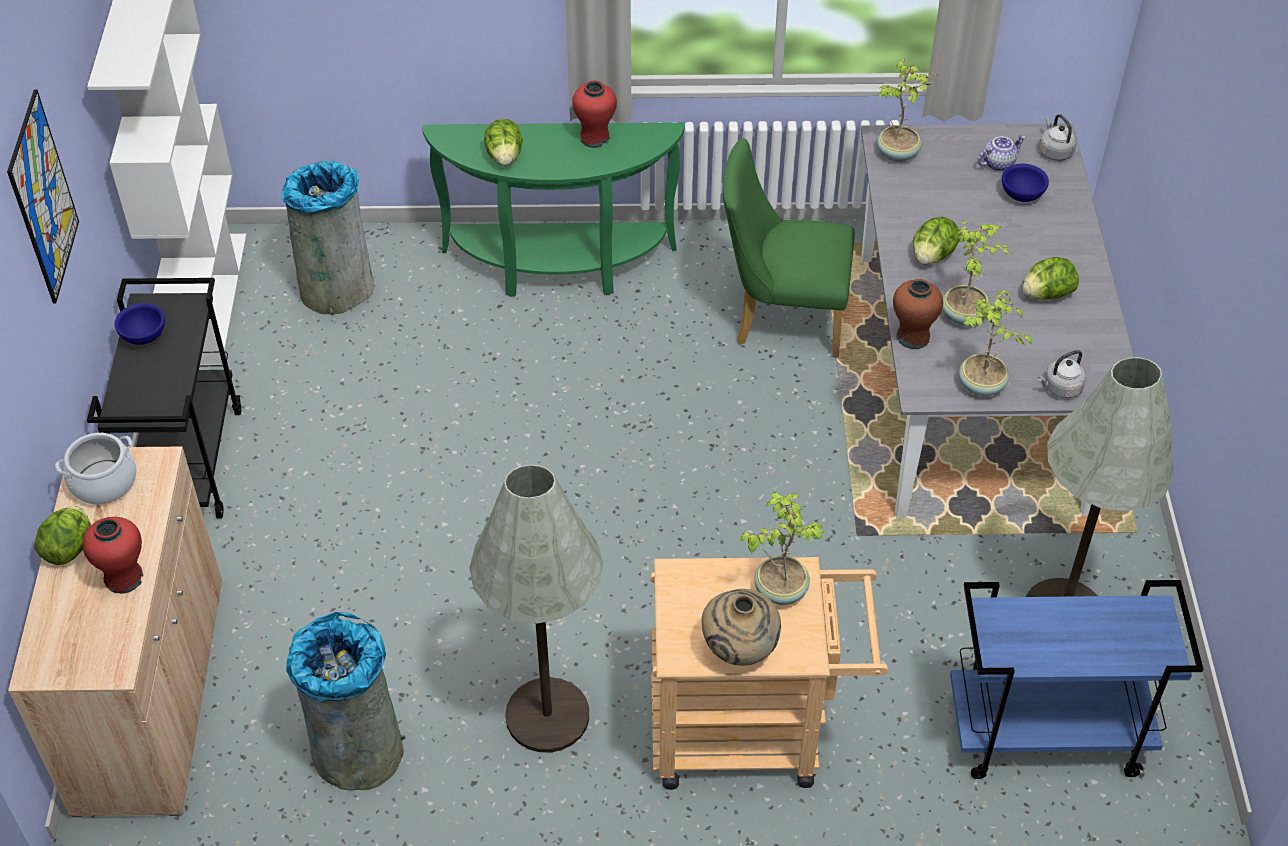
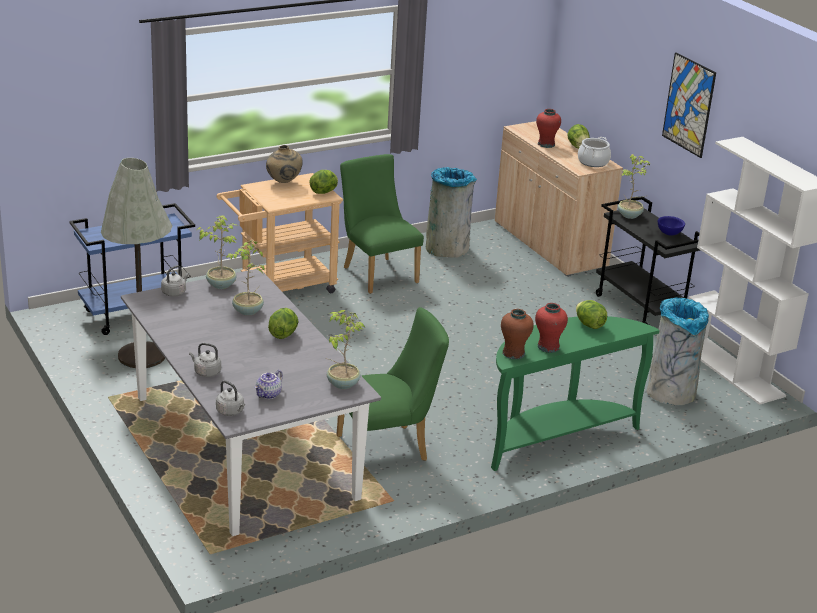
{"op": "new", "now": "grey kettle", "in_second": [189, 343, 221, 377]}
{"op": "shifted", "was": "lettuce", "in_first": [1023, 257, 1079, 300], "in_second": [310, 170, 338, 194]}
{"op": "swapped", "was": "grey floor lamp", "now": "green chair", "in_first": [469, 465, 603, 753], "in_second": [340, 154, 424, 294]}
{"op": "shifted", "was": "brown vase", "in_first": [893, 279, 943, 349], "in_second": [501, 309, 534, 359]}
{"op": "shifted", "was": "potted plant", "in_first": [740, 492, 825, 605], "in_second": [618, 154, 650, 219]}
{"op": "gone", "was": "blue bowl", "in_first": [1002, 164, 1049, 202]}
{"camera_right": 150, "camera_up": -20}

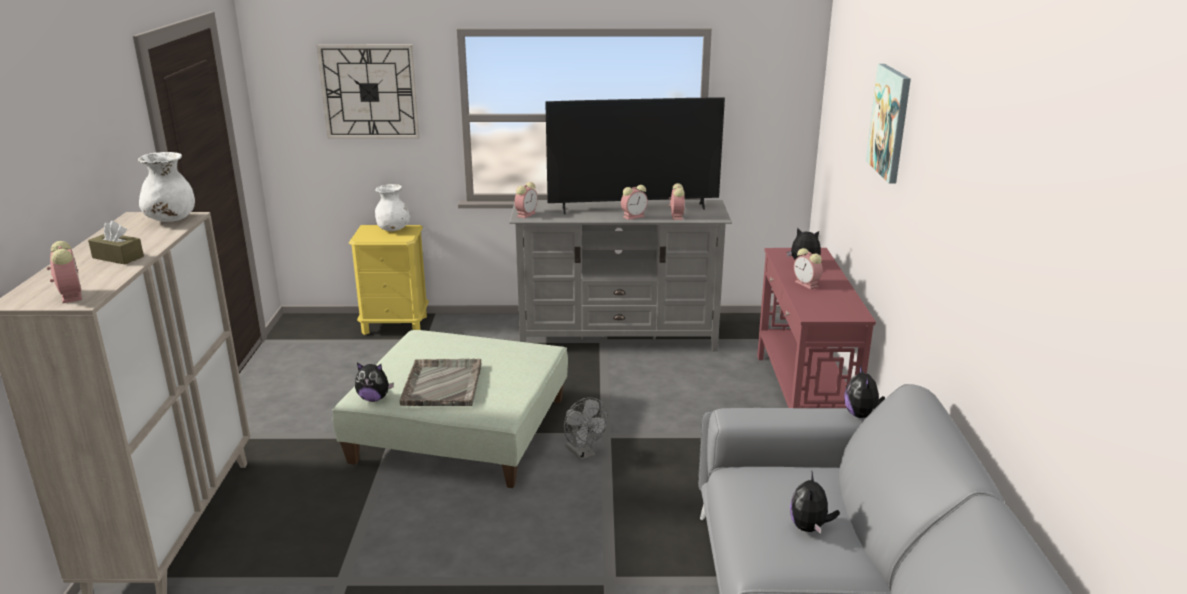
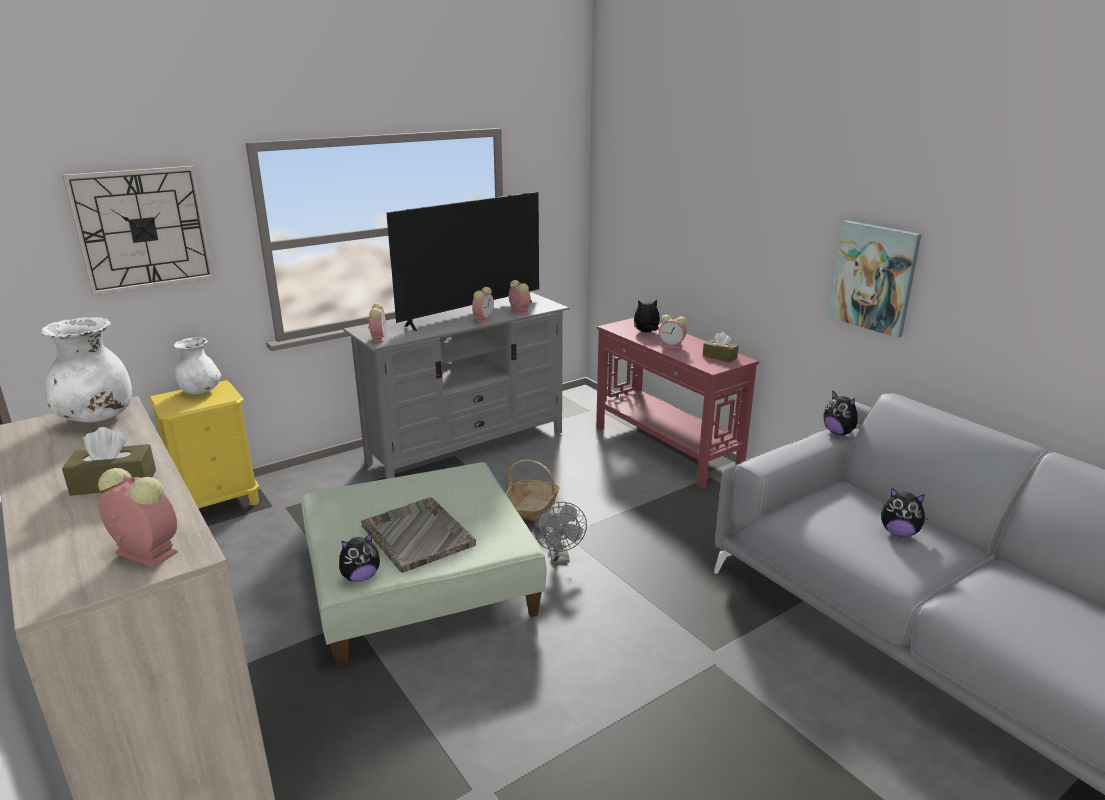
{"op": "new", "now": "basket", "in_second": [506, 459, 560, 522]}
{"op": "rotated", "was": "grey fan", "in_first": [564, 397, 608, 460], "in_second": [534, 502, 587, 564], "clockwise": 60}
{"op": "new", "now": "brown tissue box", "in_second": [703, 332, 739, 362]}
{"op": "shifted", "was": "picture", "in_first": [866, 64, 911, 183], "in_second": [828, 220, 922, 338]}
{"op": "rotated", "was": "plush toy", "in_first": [790, 470, 840, 534], "in_second": [881, 488, 928, 537], "clockwise": -45}
{"camera_right": -35, "camera_up": 0}

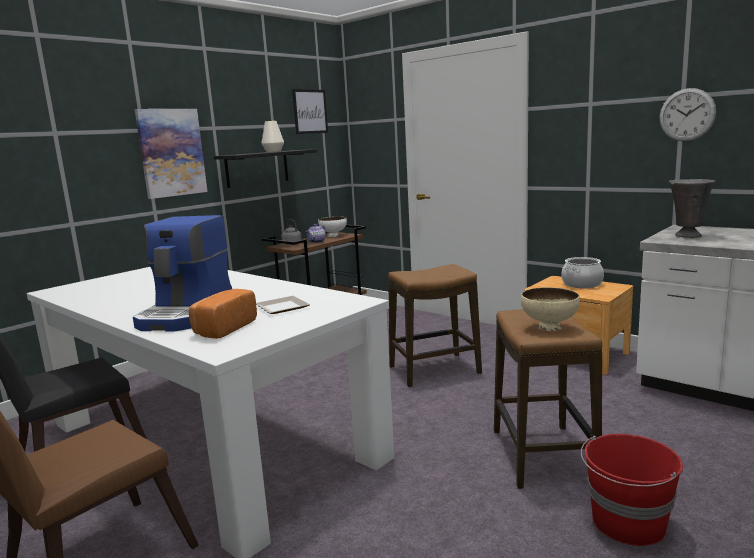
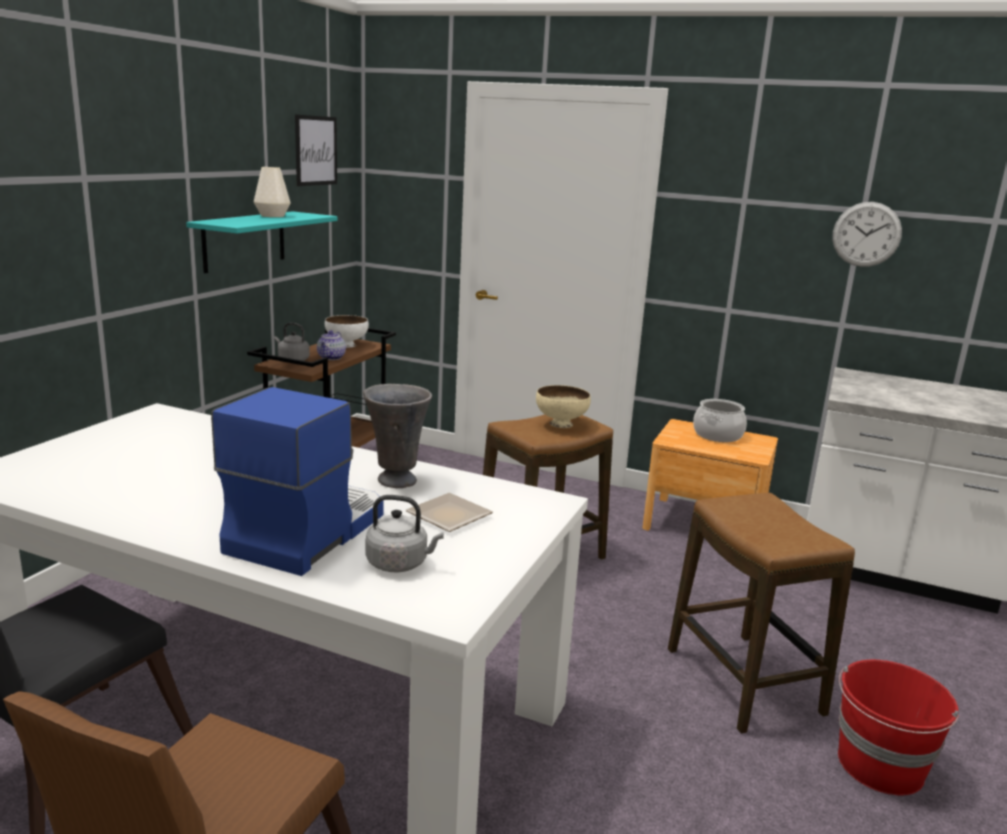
{"op": "repainted", "was": "black shelf", "now": "turquoise shelf", "in_first": [213, 149, 317, 188], "in_second": [186, 211, 337, 273]}
{"op": "rotated", "was": "coffee machine", "in_first": [133, 215, 232, 331], "in_second": [211, 387, 384, 576], "clockwise": -150}
{"op": "shifted", "was": "grey vase", "in_first": [669, 179, 715, 238], "in_second": [363, 384, 432, 488]}
{"op": "swapped", "was": "bread", "now": "grey kettle", "in_first": [189, 289, 257, 339], "in_second": [366, 495, 444, 572]}
{"op": "shifted", "was": "beige bowl", "in_first": [521, 287, 580, 331], "in_second": [536, 385, 591, 428]}
{"op": "gone", "was": "picture", "in_first": [135, 109, 208, 199]}
{"camera_right": -20, "camera_up": 5}

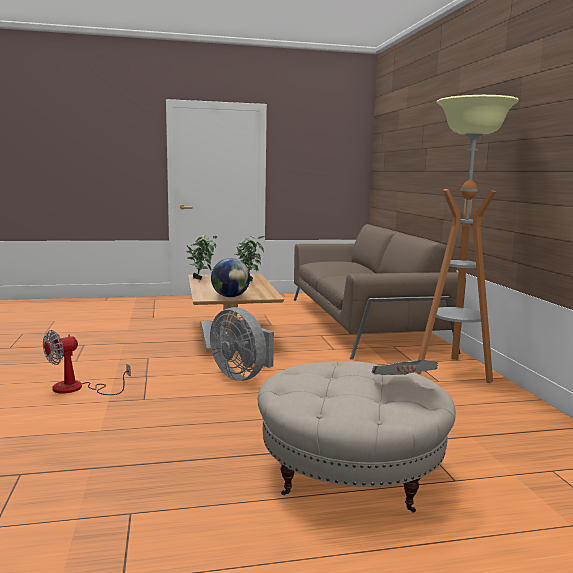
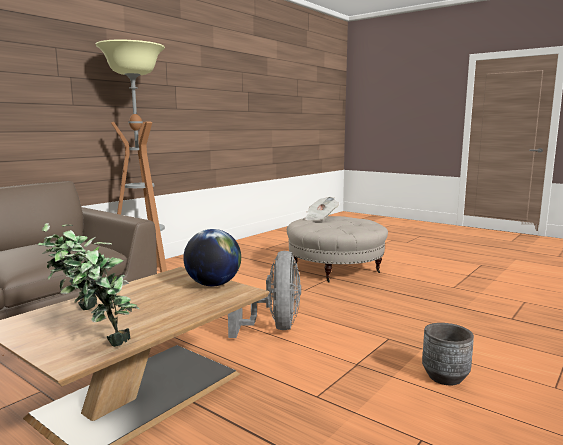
{"op": "swapped", "was": "fan", "now": "grey planter", "in_first": [43, 330, 131, 395], "in_second": [422, 323, 474, 385]}
{"camera_right": -130, "camera_up": 0}

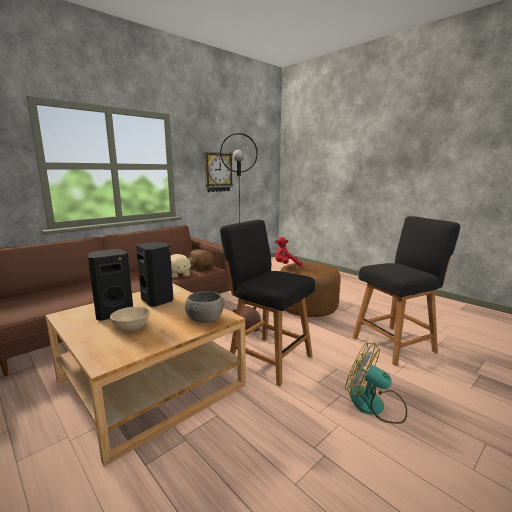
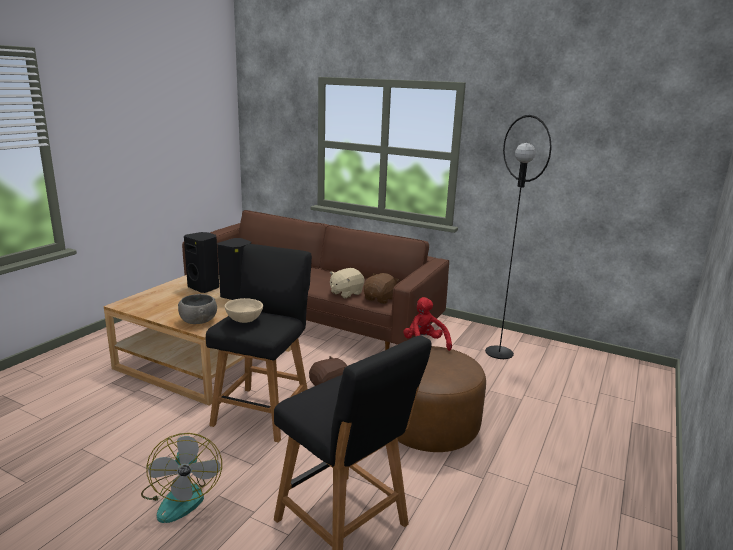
{"op": "rotated", "was": "fan", "in_first": [345, 343, 407, 424], "in_second": [141, 433, 222, 523], "clockwise": 150}
{"op": "shifted", "was": "beige bowl", "in_first": [110, 307, 150, 331], "in_second": [225, 298, 263, 323]}
{"op": "gone", "was": "wall clock", "in_first": [203, 151, 233, 192]}
{"camera_right": 70, "camera_up": 5}

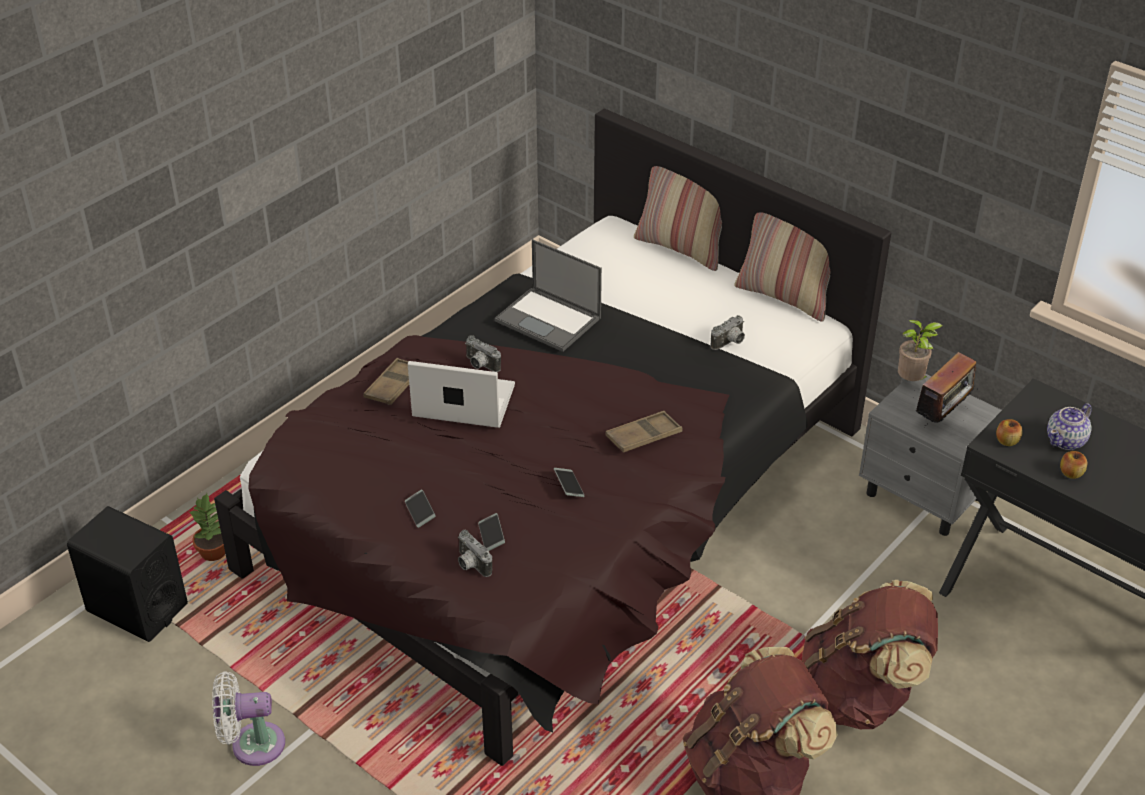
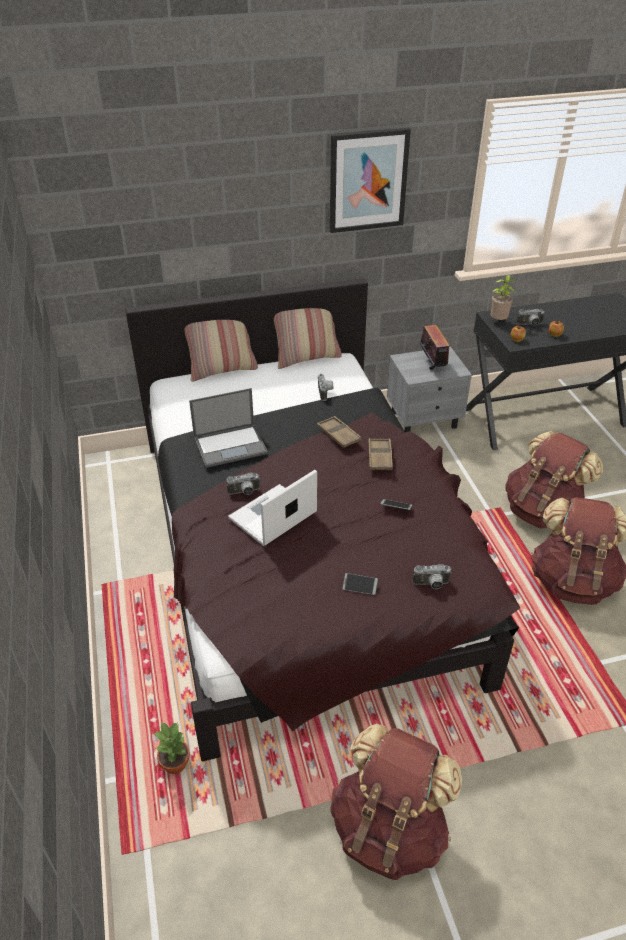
{"op": "shifted", "was": "brown tray", "in_first": [363, 358, 409, 405], "in_second": [317, 416, 362, 448]}
{"op": "new", "now": "picture", "in_second": [330, 128, 411, 233]}
{"op": "swapped", "was": "white fan", "now": "brown backpack", "in_first": [212, 671, 285, 766], "in_second": [330, 724, 462, 880]}
{"op": "shifted", "was": "potted plant", "in_first": [898, 320, 943, 381], "in_second": [491, 275, 516, 320]}
{"op": "swapped", "was": "teapot", "now": "photo camera", "in_first": [1047, 403, 1092, 450], "in_second": [516, 309, 545, 325]}
{"op": "gone", "was": "black speaker", "in_first": [67, 506, 188, 642]}
{"op": "gone", "was": "phone", "in_first": [478, 513, 505, 551]}
{"camera_right": -55, "camera_up": 0}

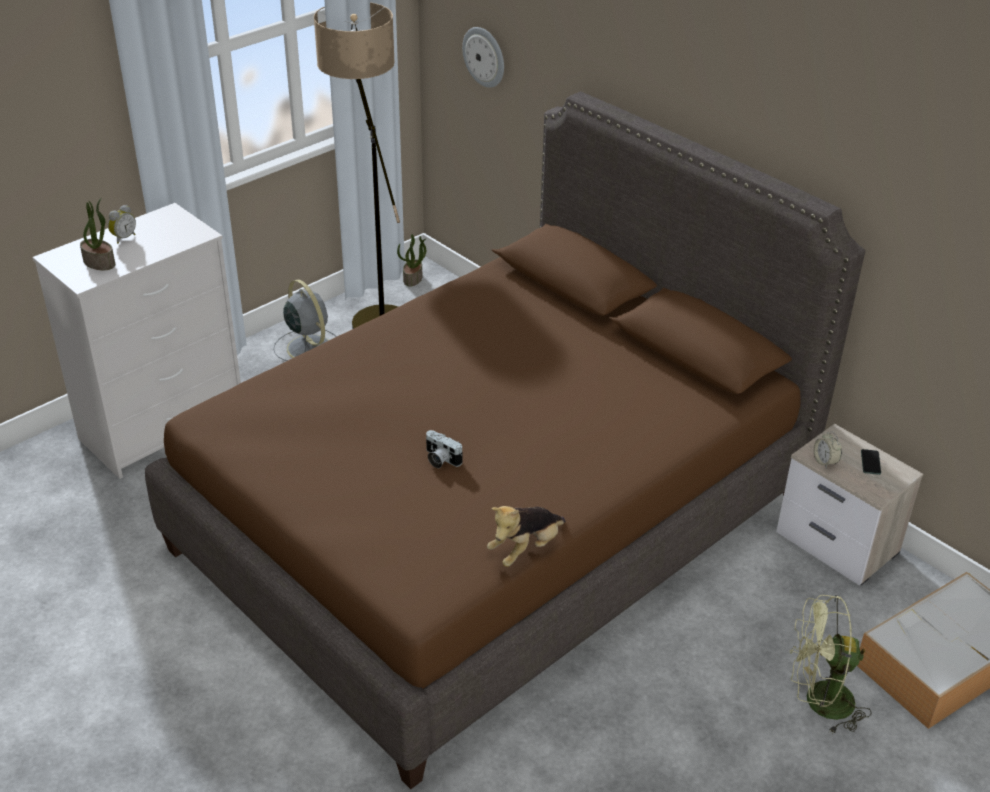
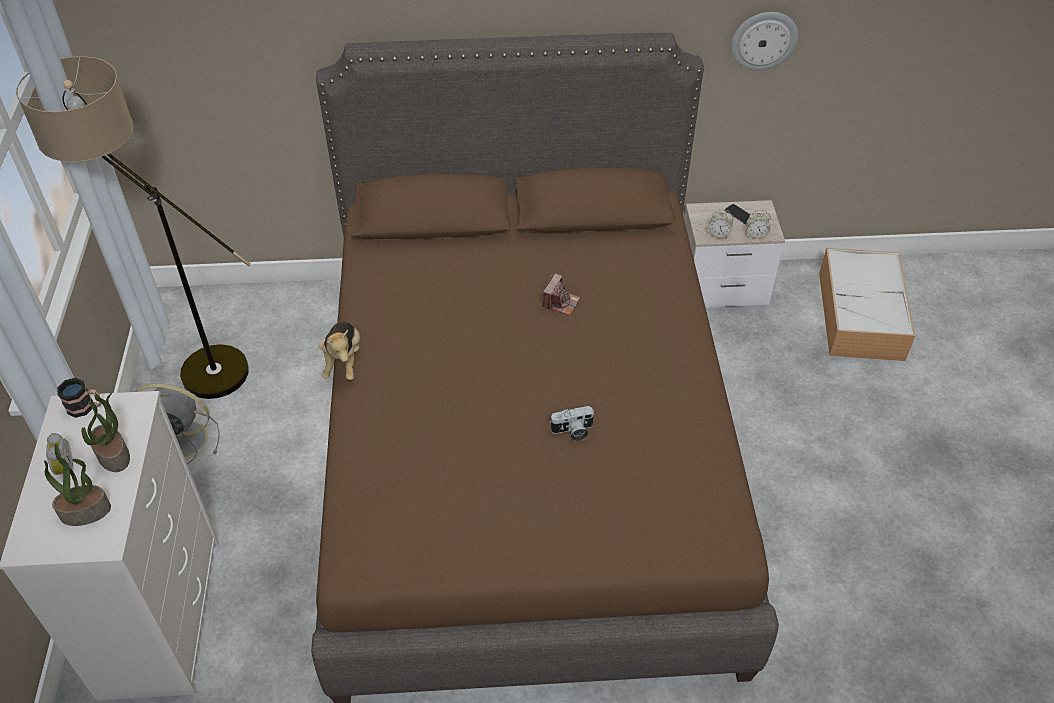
{"op": "new", "now": "mug", "in_second": [57, 378, 102, 418]}
{"op": "shifted", "was": "potted plant", "in_first": [397, 234, 427, 287], "in_second": [81, 392, 130, 472]}
{"op": "shifted", "was": "plush toy", "in_first": [487, 506, 566, 567], "in_second": [318, 321, 360, 380]}
{"op": "new", "now": "photo camera", "in_second": [542, 273, 580, 315]}
{"op": "shifted", "was": "wall clock", "in_first": [462, 27, 504, 88], "in_second": [731, 12, 798, 70]}
{"op": "new", "now": "alarm clock", "in_second": [746, 209, 771, 239]}
{"op": "gone", "was": "green fan", "in_first": [790, 595, 872, 734]}
{"camera_right": -50, "camera_up": 10}

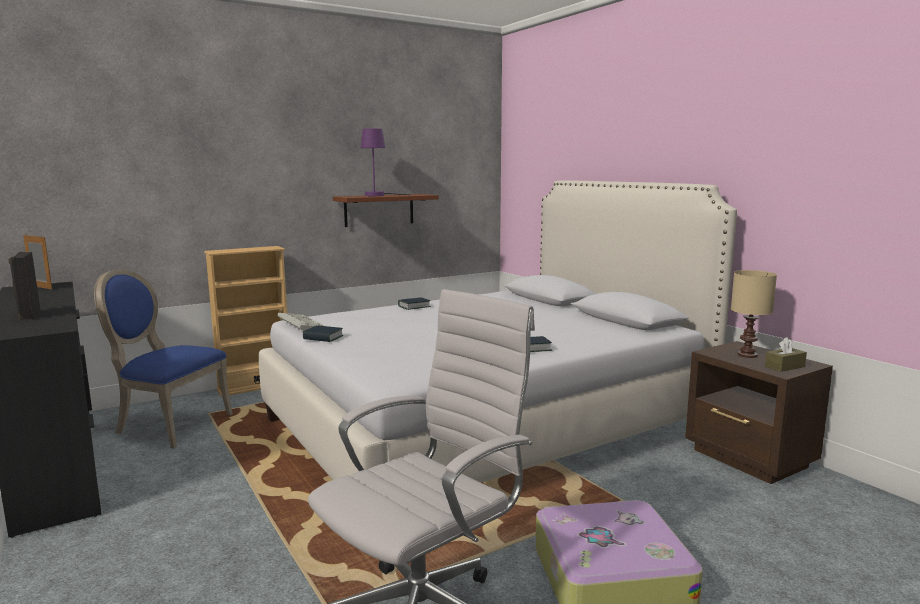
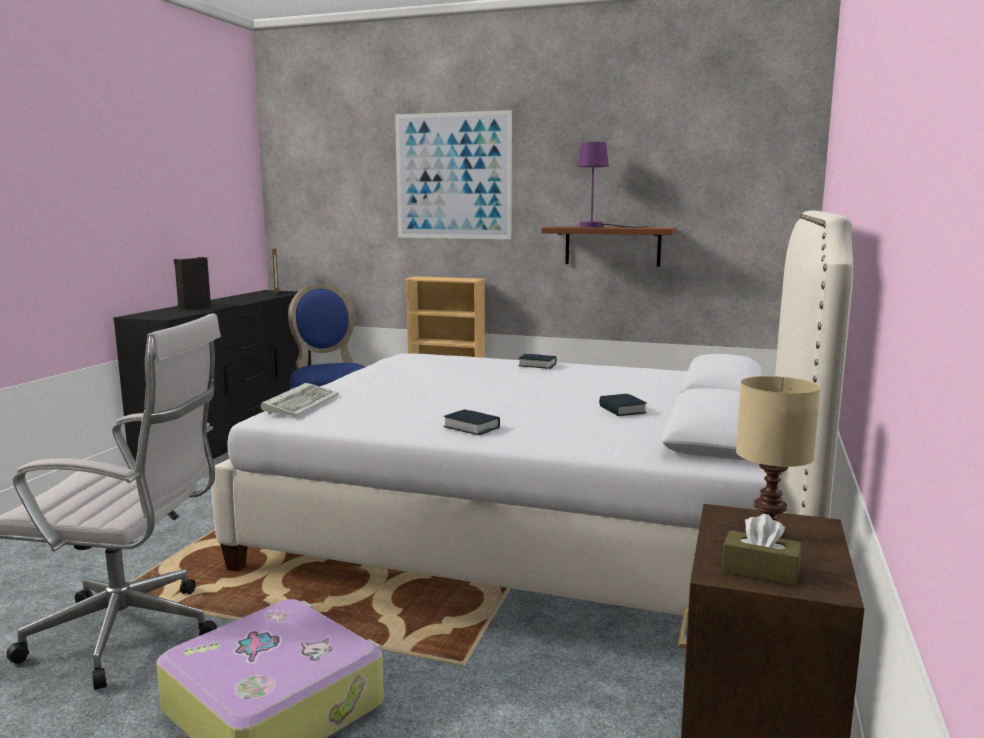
{"op": "shifted", "was": "keyboard", "in_first": [278, 313, 324, 331], "in_second": [261, 383, 339, 417]}
{"op": "new", "now": "picture", "in_second": [395, 110, 512, 239]}
{"op": "shifted", "was": "book", "in_first": [303, 325, 343, 342], "in_second": [599, 394, 647, 416]}
{"camera_right": 50, "camera_up": 0}

